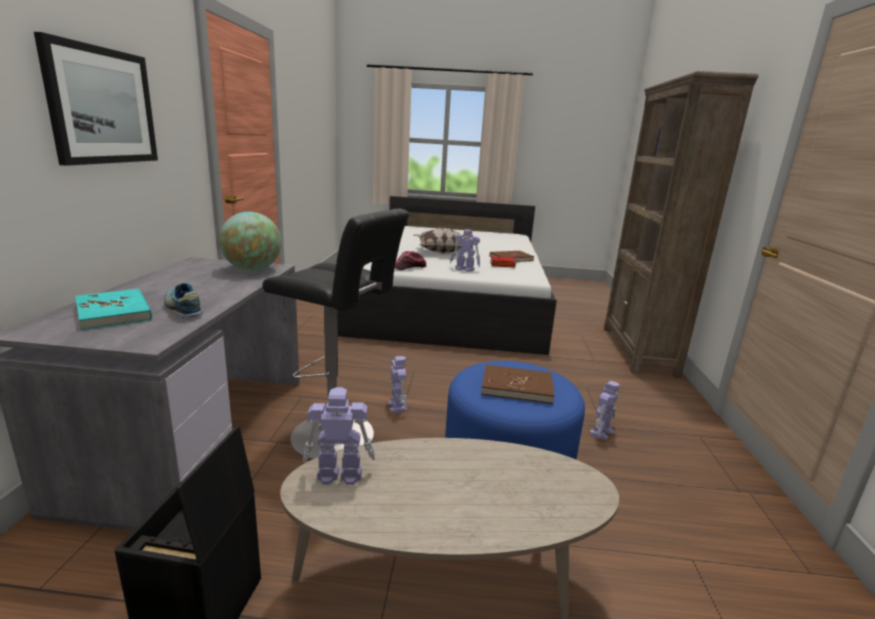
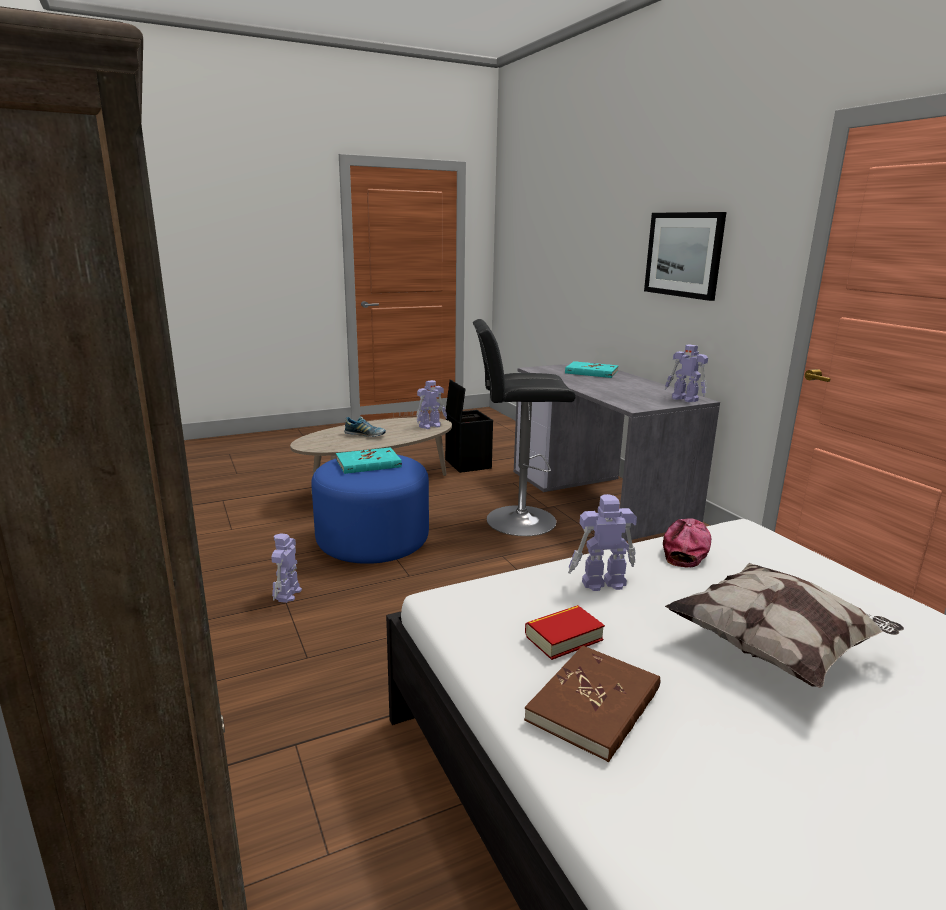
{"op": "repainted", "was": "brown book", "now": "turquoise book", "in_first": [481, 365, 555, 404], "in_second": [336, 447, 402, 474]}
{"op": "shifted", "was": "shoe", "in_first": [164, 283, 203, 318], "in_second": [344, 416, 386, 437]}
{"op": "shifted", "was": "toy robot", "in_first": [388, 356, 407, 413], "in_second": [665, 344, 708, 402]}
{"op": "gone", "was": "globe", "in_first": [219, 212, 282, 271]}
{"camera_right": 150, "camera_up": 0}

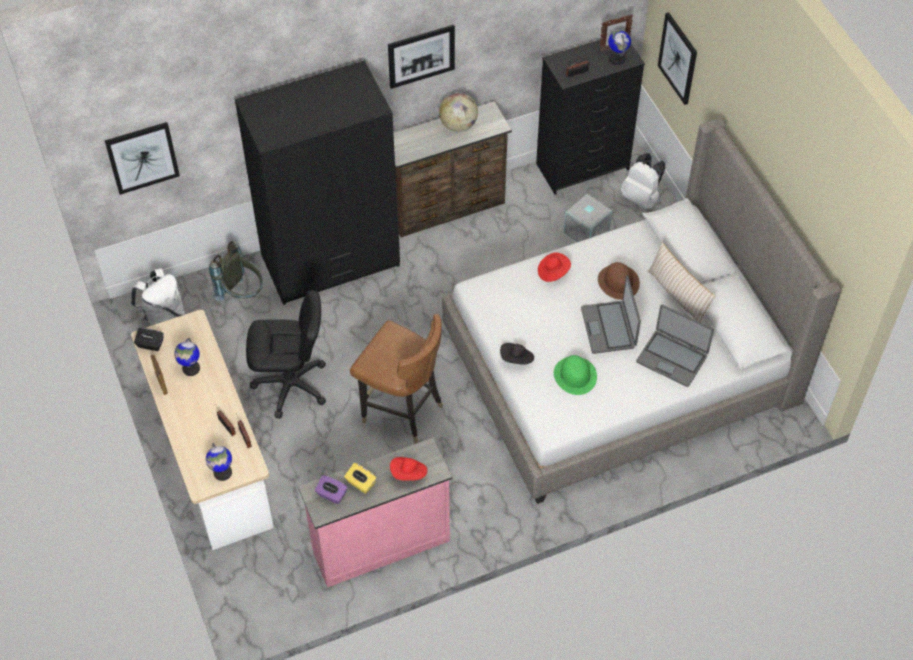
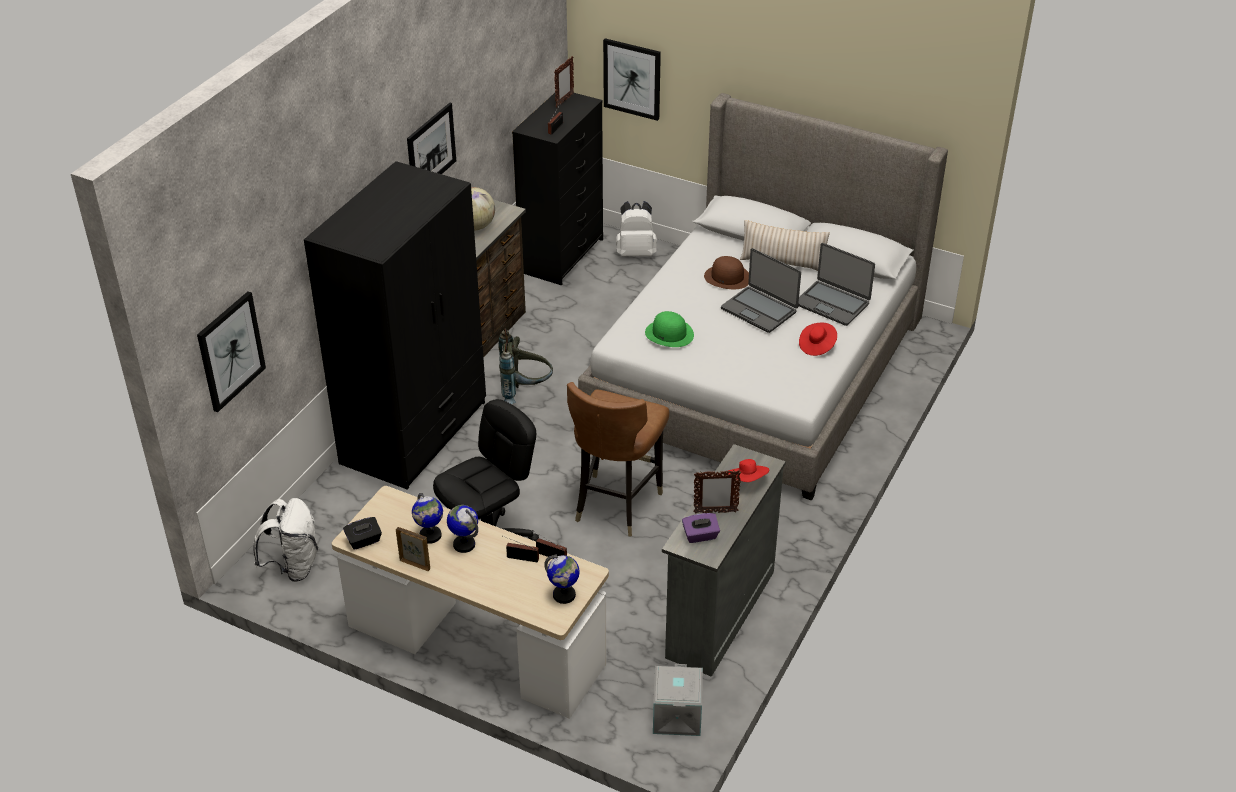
{"op": "shifted", "was": "globe", "in_first": [608, 30, 631, 65], "in_second": [447, 505, 478, 553]}
{"op": "shifted", "was": "grey backpack", "in_first": [209, 241, 263, 301], "in_second": [498, 328, 553, 404]}
{"op": "rotated", "was": "brown chair", "in_first": [350, 314, 443, 444], "in_second": [567, 382, 669, 536], "clockwise": 120}
{"op": "shifted", "was": "green hat", "in_first": [554, 355, 597, 395], "in_second": [645, 311, 694, 347]}
{"op": "shifted", "was": "grey storage box", "in_first": [564, 194, 612, 242], "in_second": [653, 664, 703, 736]}
{"op": "repainted", "was": "pink dresser", "now": "grey dresser", "in_first": [298, 438, 452, 588], "in_second": [662, 444, 786, 677]}
{"op": "swapped", "was": "yellow tissue box", "now": "picture frame", "in_first": [344, 463, 377, 494], "in_second": [694, 470, 741, 514]}
{"op": "rotated", "was": "laptop", "in_first": [636, 305, 714, 387], "in_second": [798, 243, 875, 326], "clockwise": 45}
{"op": "shifted", "was": "red hat", "in_first": [538, 253, 571, 282], "in_second": [799, 323, 837, 356]}
{"op": "gone", "was": "black hat", "in_first": [500, 343, 534, 365]}
{"camera_right": -40, "camera_up": -15}

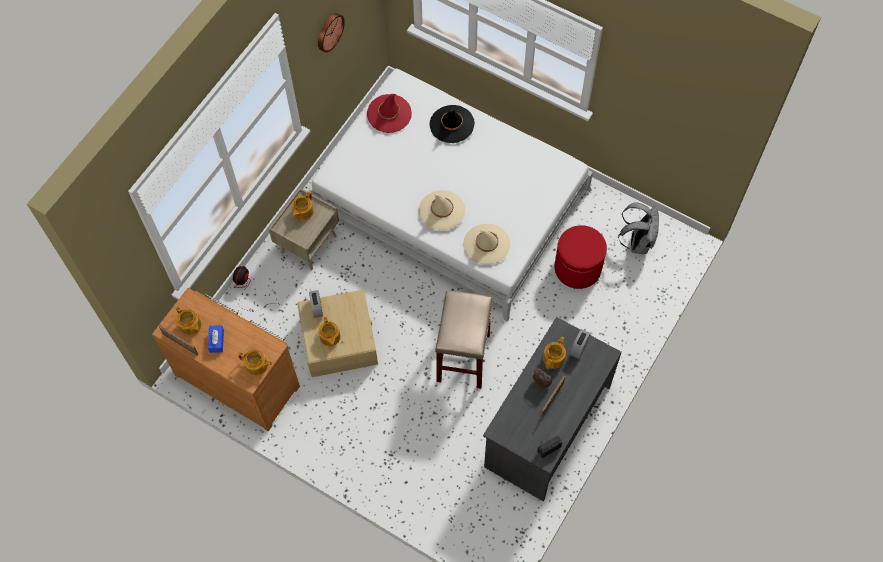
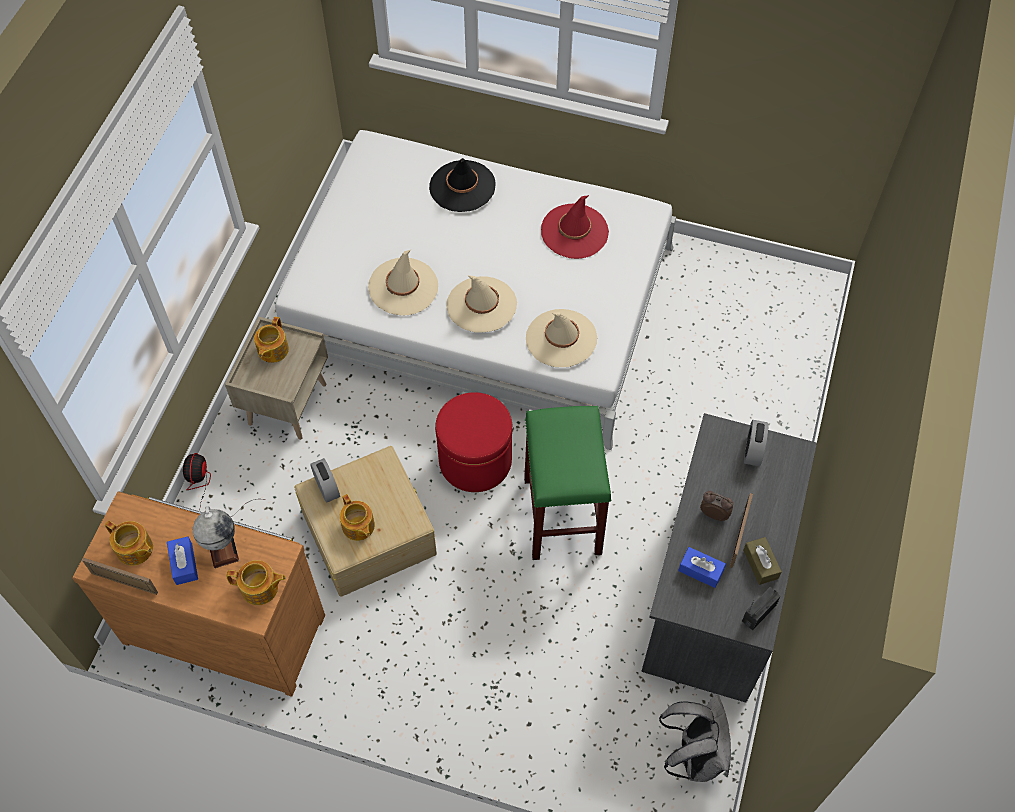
{"op": "new", "now": "globe", "in_second": [193, 506, 239, 568]}
{"op": "new", "now": "beige hat", "in_second": [368, 249, 438, 316]}
{"op": "shifted", "was": "red ottoman", "in_first": [554, 225, 607, 289], "in_second": [435, 392, 513, 492]}
{"op": "repainted", "was": "beige stool", "now": "green stool", "in_first": [435, 291, 493, 388], "in_second": [524, 406, 611, 560]}
{"op": "shifted", "was": "red hat", "in_first": [367, 94, 412, 133], "in_second": [541, 195, 609, 259]}
{"op": "shifted", "was": "grey backpack", "in_first": [618, 202, 659, 254], "in_second": [659, 695, 731, 782]}
{"op": "new", "now": "blue tissue box", "in_second": [678, 547, 726, 588]}
{"op": "new", "now": "brown tissue box", "in_second": [743, 537, 782, 585]}
{"op": "gone", "was": "wall clock", "in_first": [318, 13, 345, 53]}
{"op": "gone", "was": "teapot", "in_first": [543, 337, 566, 370]}
{"camera_right": -15, "camera_up": -5}

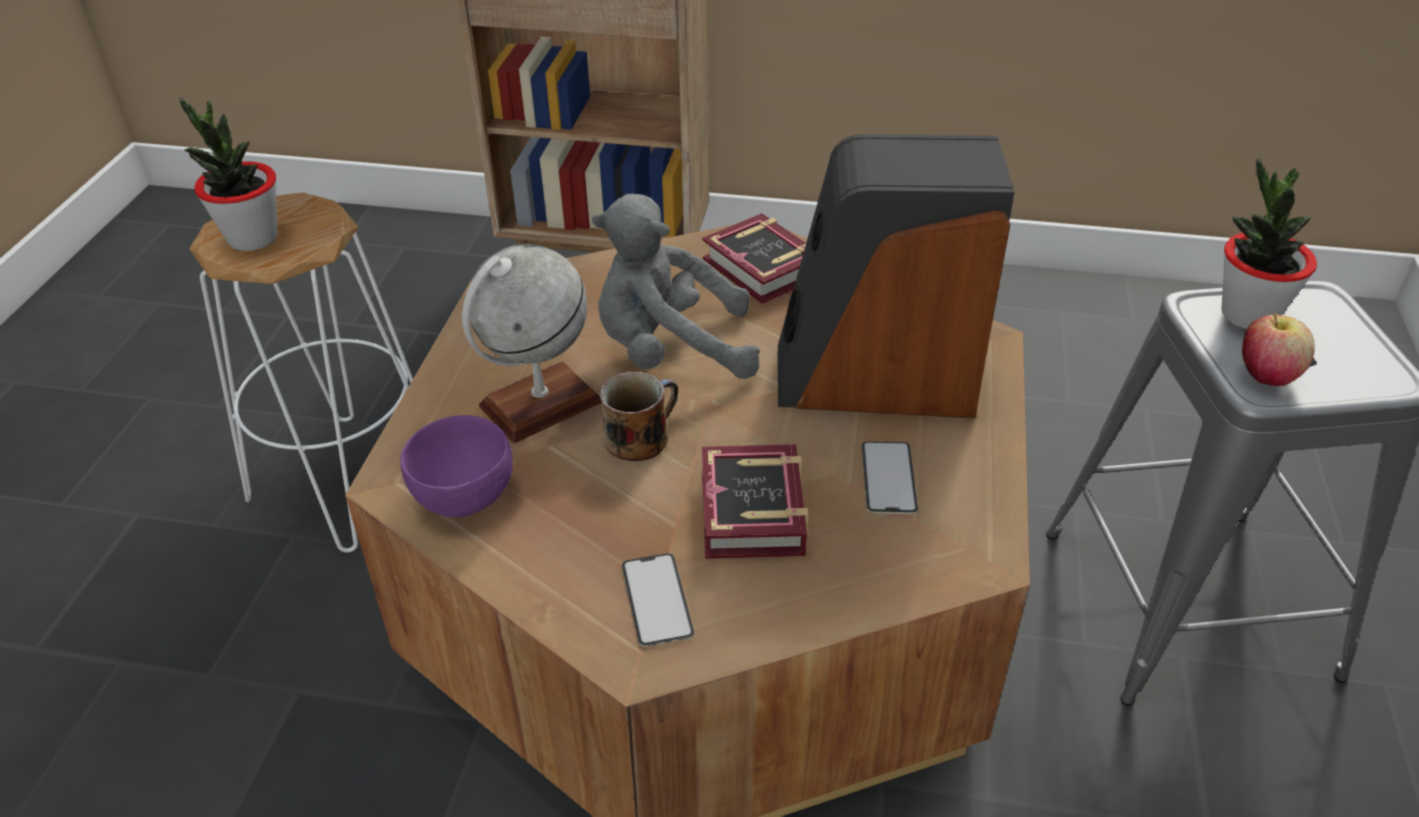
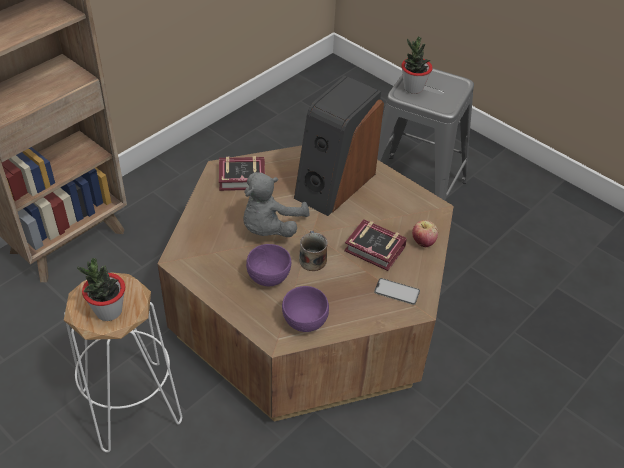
{"op": "swapped", "was": "globe", "now": "purple bowl", "in_first": [462, 244, 601, 443], "in_second": [246, 244, 291, 286]}
{"op": "shifted", "was": "apple", "in_first": [1242, 313, 1315, 386], "in_second": [412, 220, 438, 247]}
{"op": "gone", "was": "phone", "in_first": [862, 441, 918, 514]}
{"camera_right": -60, "camera_up": 5}

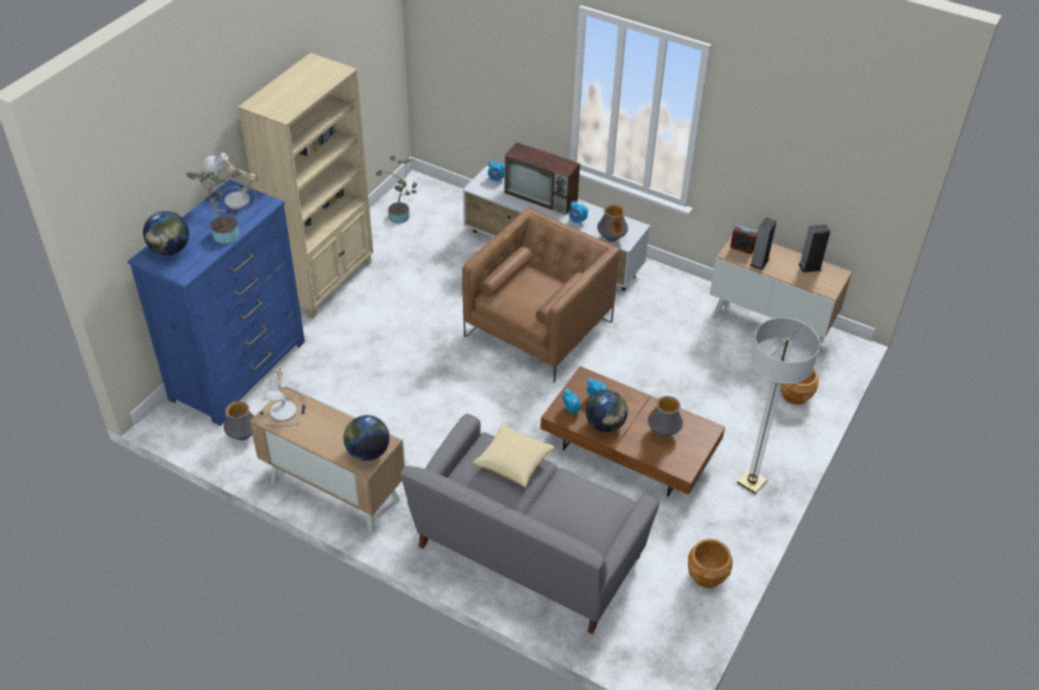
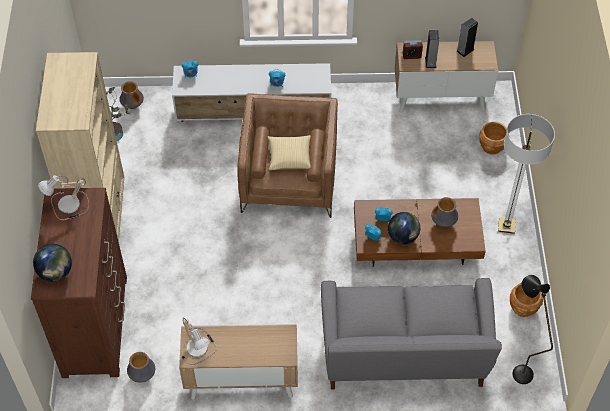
{"op": "repainted", "was": "blue dresser", "now": "brown dresser", "in_first": [127, 179, 305, 426], "in_second": [31, 188, 127, 378]}
{"op": "shifted", "was": "vase", "in_first": [597, 204, 628, 242], "in_second": [119, 81, 144, 109]}
{"op": "shifted", "was": "pillow", "in_first": [472, 423, 555, 488], "in_second": [268, 135, 311, 171]}
{"op": "new", "now": "black floor lamp", "in_second": [512, 275, 553, 384]}
{"op": "gone", "was": "potted plant", "in_first": [186, 170, 241, 243]}
{"op": "gone", "was": "globe", "in_first": [344, 415, 389, 461]}
{"op": "gone", "was": "television", "in_first": [504, 142, 580, 215]}
{"camera_right": -30, "camera_up": 10}

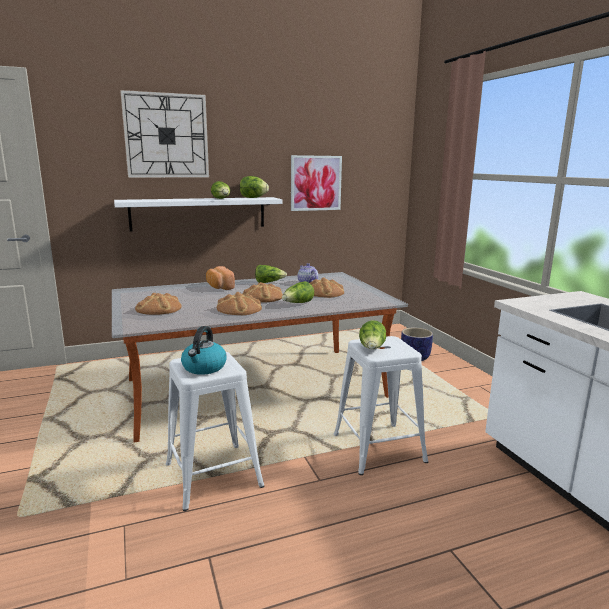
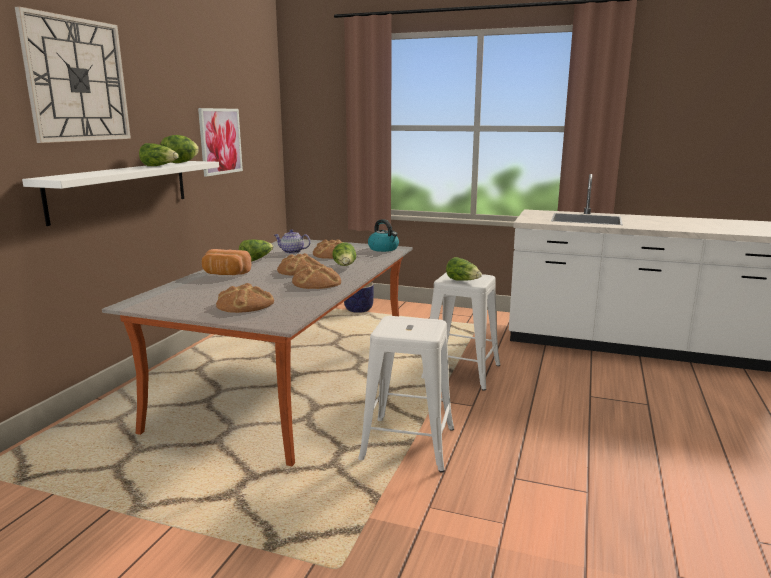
{"op": "shifted", "was": "kettle", "in_first": [181, 326, 227, 375], "in_second": [368, 219, 399, 252]}
{"camera_right": -50, "camera_up": 0}

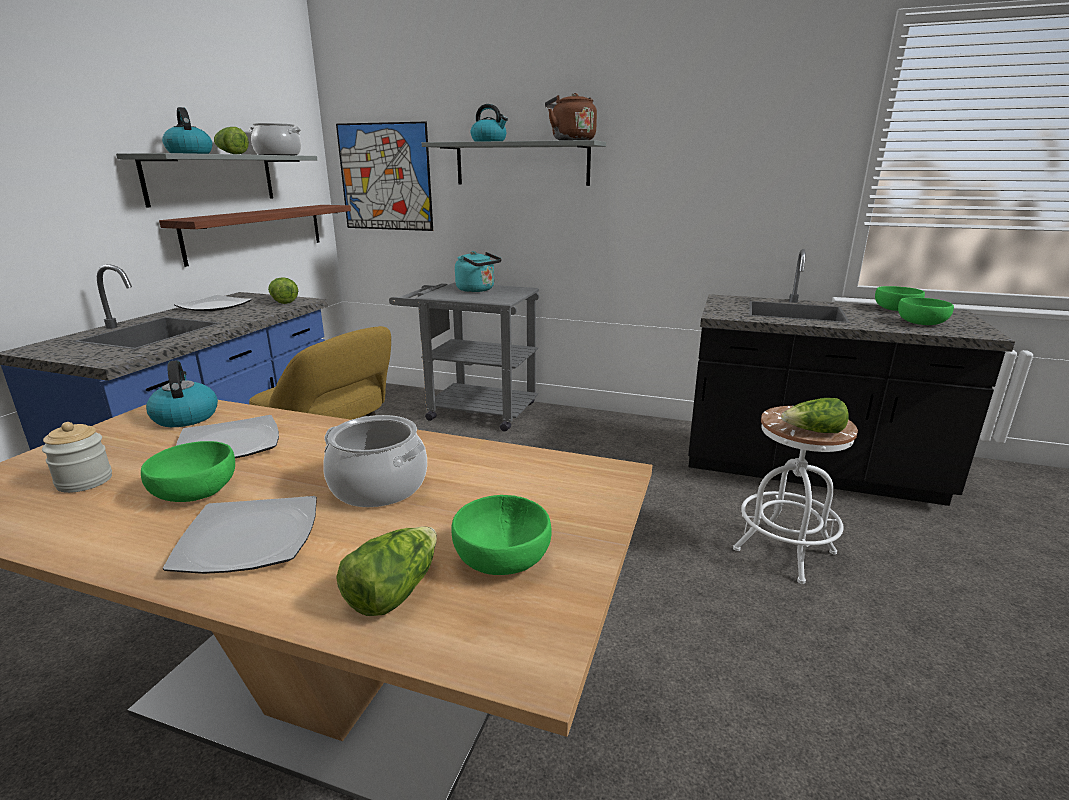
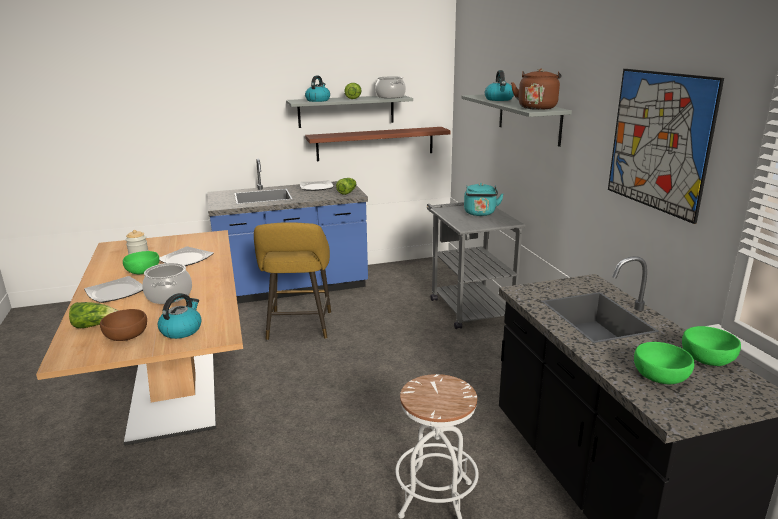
{"op": "repainted", "was": "green bowl", "now": "brown bowl", "in_first": [451, 495, 552, 575], "in_second": [100, 309, 147, 341]}
{"op": "shifted", "was": "kettle", "in_first": [146, 360, 218, 427], "in_second": [158, 293, 202, 339]}
{"op": "shifted", "was": "picture", "in_first": [336, 122, 433, 231], "in_second": [608, 69, 724, 224]}
{"op": "gone", "was": "lettuce", "in_first": [781, 398, 848, 433]}
{"camera_right": 55, "camera_up": 0}

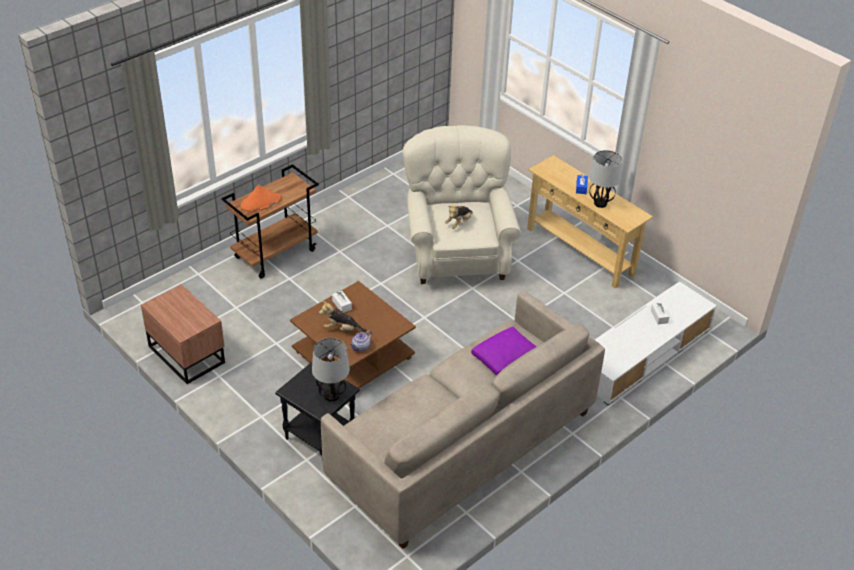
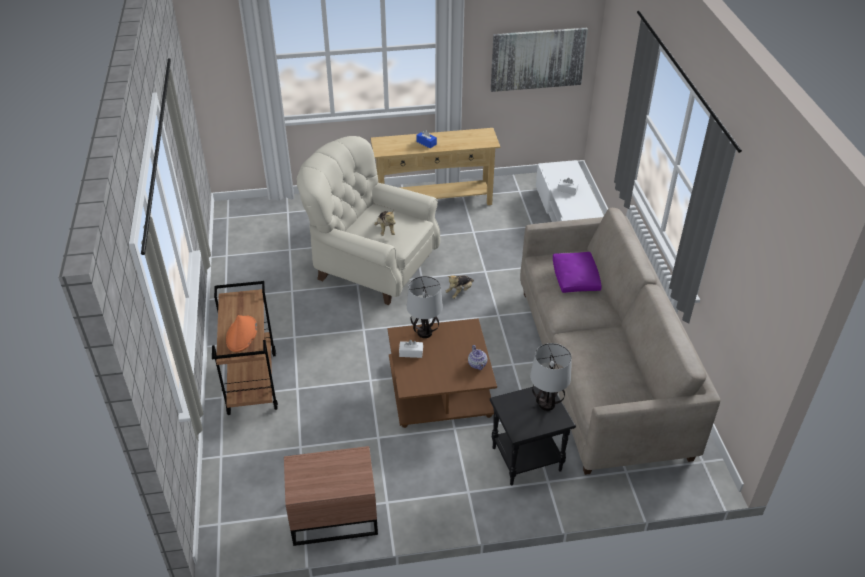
{"op": "shifted", "was": "table lamp", "in_first": [589, 150, 622, 208], "in_second": [407, 276, 443, 338]}
{"op": "shifted", "was": "plush toy", "in_first": [319, 301, 367, 332], "in_second": [445, 275, 474, 299]}
{"op": "new", "now": "picture", "in_second": [491, 28, 588, 92]}
{"camera_right": -55, "camera_up": 0}

